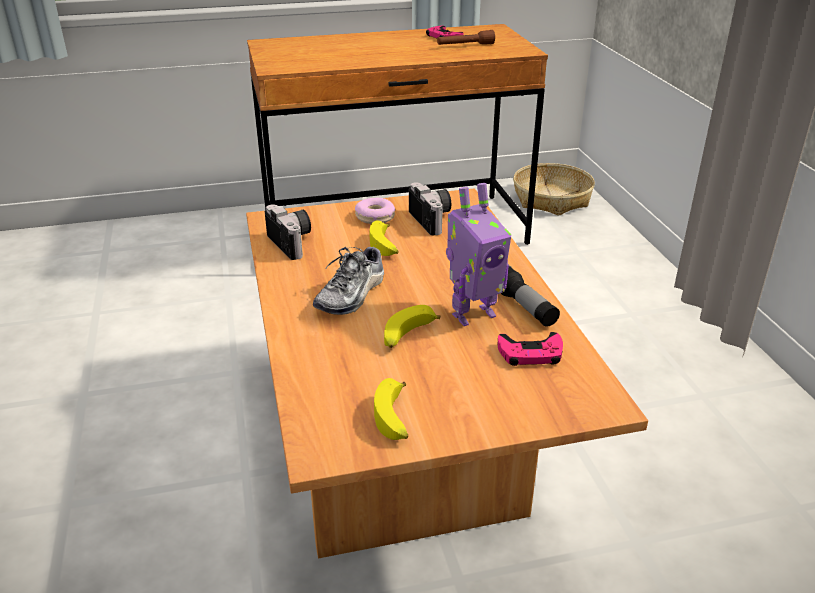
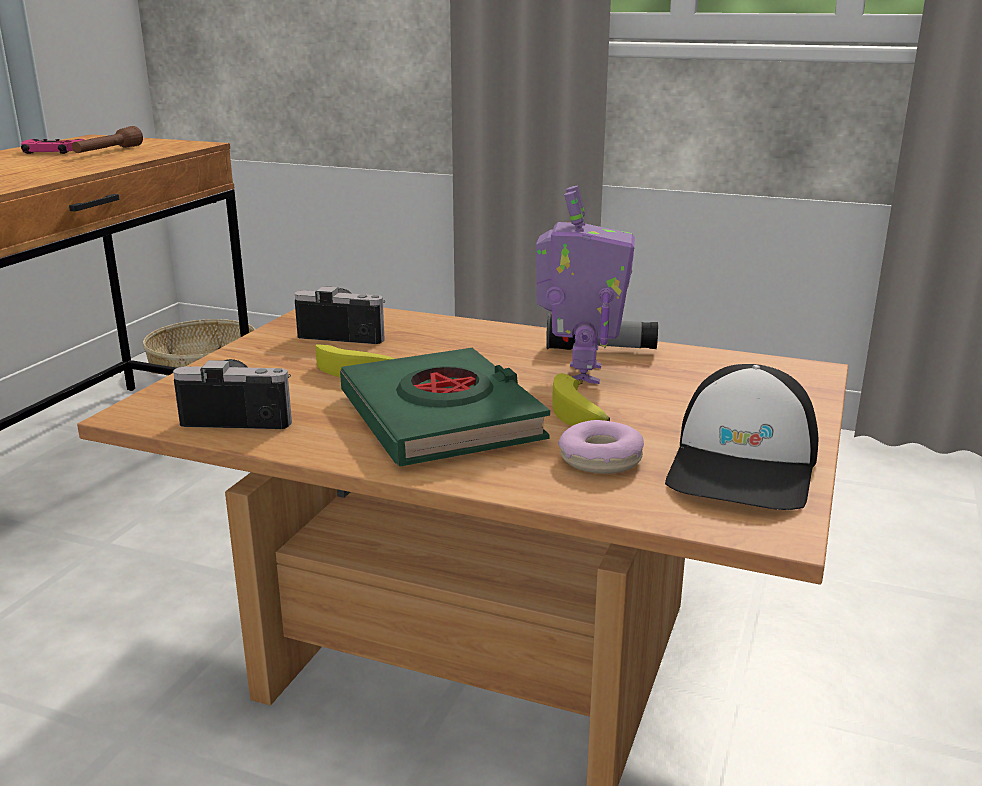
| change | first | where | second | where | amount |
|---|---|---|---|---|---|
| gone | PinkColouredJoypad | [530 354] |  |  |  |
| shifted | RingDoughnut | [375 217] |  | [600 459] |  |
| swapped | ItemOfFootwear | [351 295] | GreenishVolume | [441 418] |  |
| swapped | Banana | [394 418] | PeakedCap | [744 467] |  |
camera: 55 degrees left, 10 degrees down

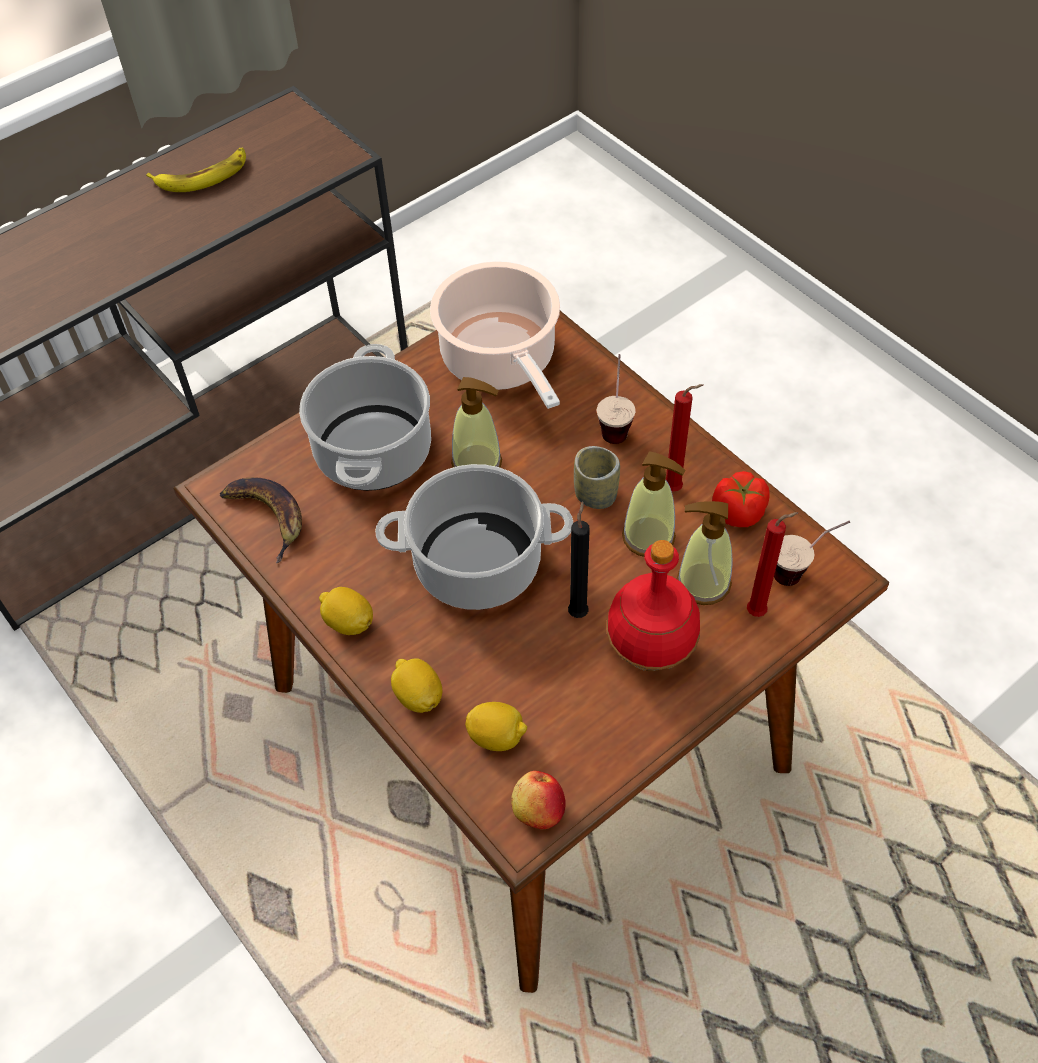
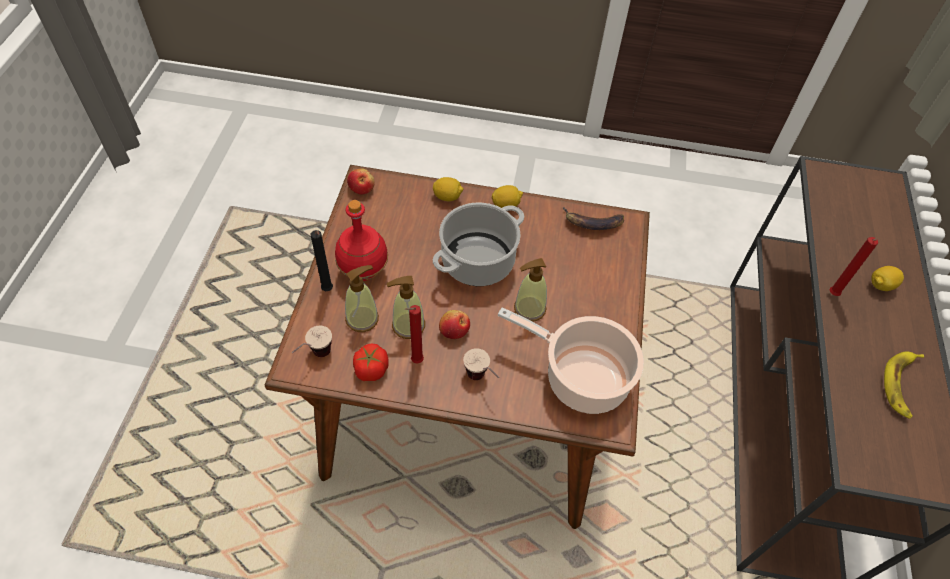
| change | first | where | second | where | amount |
|---|---|---|---|---|---|
| gone | Saucepot | [372 450] |  |  |  |
| shifted | WholeLemon | [496 737] |  | [881 285] |  |
| shifted | BlackColouredCandle | [578 611] |  | [328 291] |  |
| shifted | RedColouredCandle | [759 612] |  | [832 295] |  |
| swapped | DrinkingCup | [595 495] | Apple | [454 330] |  |
camera: 135 degrees right, 0 degrees up

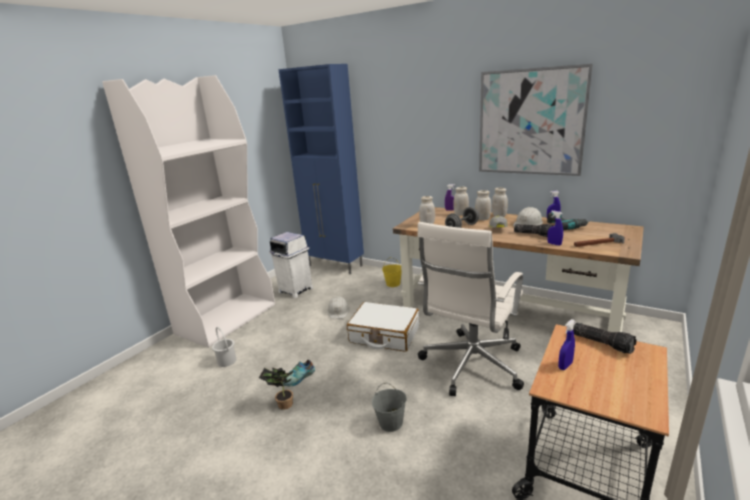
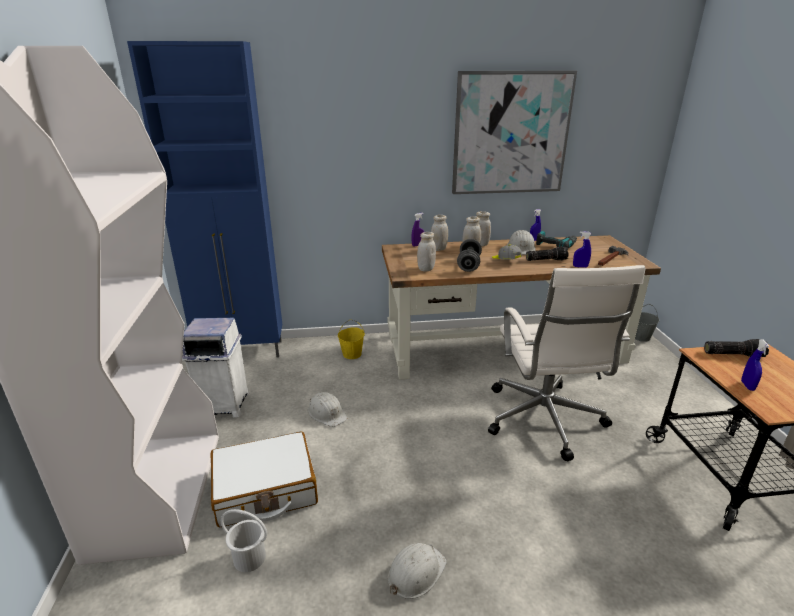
| change | first | where | second | where | amount |
|---|---|---|---|---|---|
| gone | ItemOfFootwear | [299 378] |  |  |  |
| shifted | WhiteColouredTravelCase | [384 335] |  | [265 490] |  |
| shifted | GreyWaterBucket | [391 422] |  | [640 337] |  |
| swapped | Houseplant | [283 404] | WhiteColouredHardHat | [415 572] |  |
camera: 40 degrees left, 5 degrees up

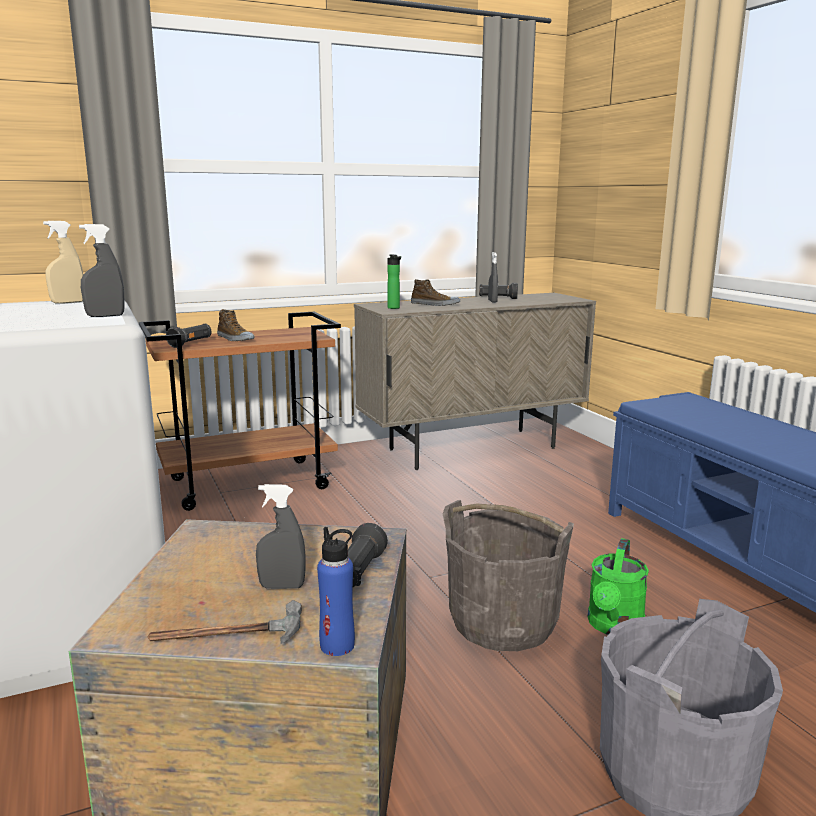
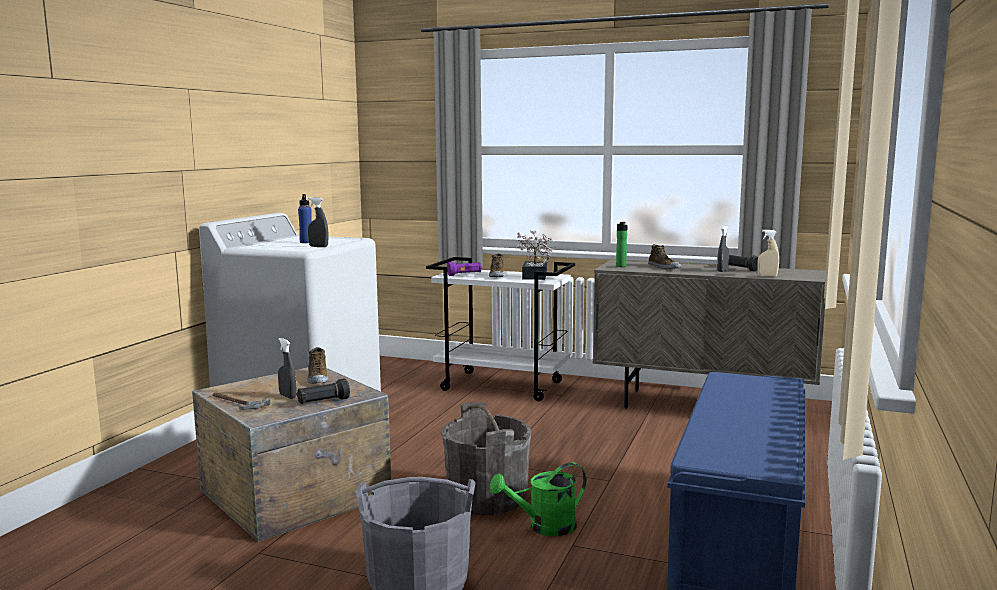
| change | first | where | second | where | amount |
|---|---|---|---|---|---|
| new |  |  | ItemOfFootwear | [317 379] |  |
| new |  |  | Houseplant | [533 277] |  |
| shifted | SandColouredHandSprayer | [68 302] |  | [767 276] |  |
| shifted | BlueBeverageBottle | [337 645] |  | [306 242] |  |
| repainted | BrownCart | [250 483] | WhiteColouredCart | [503 386] |  |
| repainted | BlackColouredTorch | [191 343] | PurpleTorch | [464 274] |  |
camera: 45 degrees right, 5 degrees down

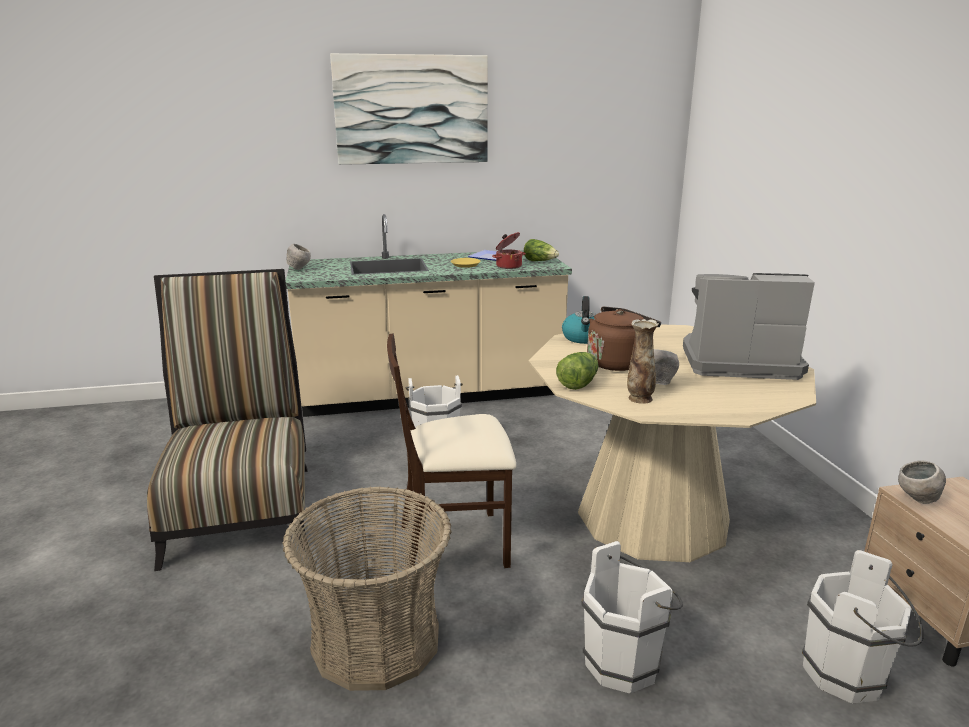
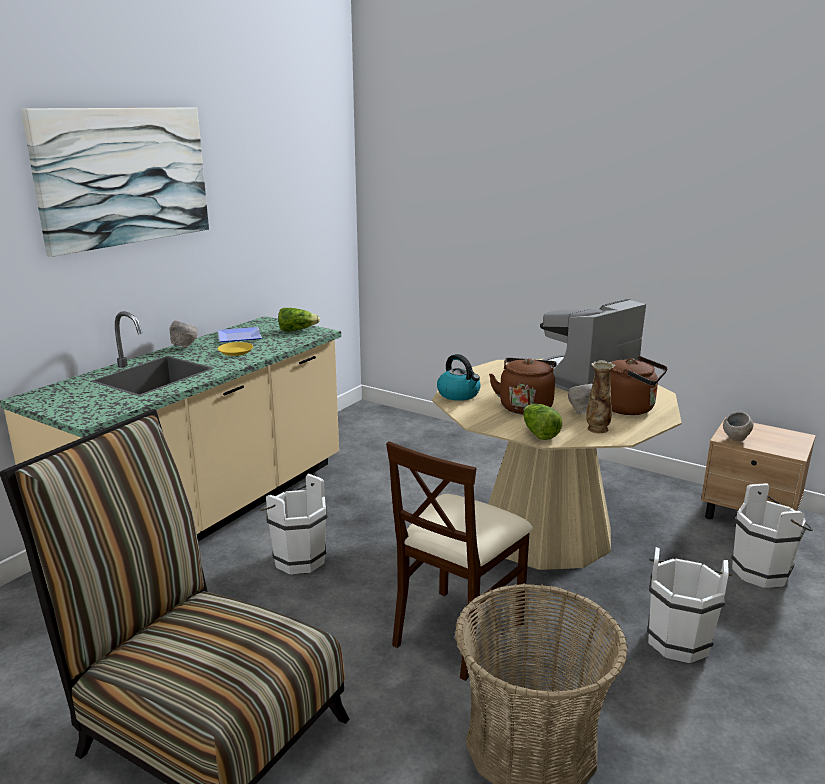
| change | first | where | second | where | amount |
|---|---|---|---|---|---|
| gone | Saucepot | [508 266] |  |  |  |
| new |  |  | BrownKettle | [631 409] |  |
| shifted | GreyBowl | [299 269] |  | [184 347] |  |
camera: 45 degrees left, 0 degrees up

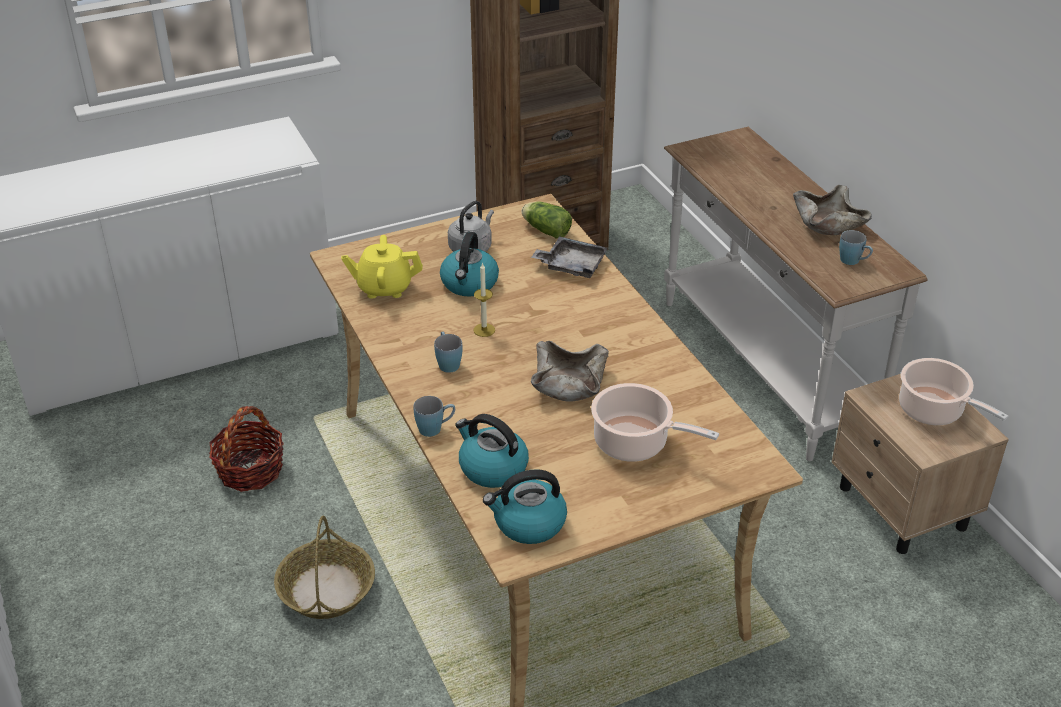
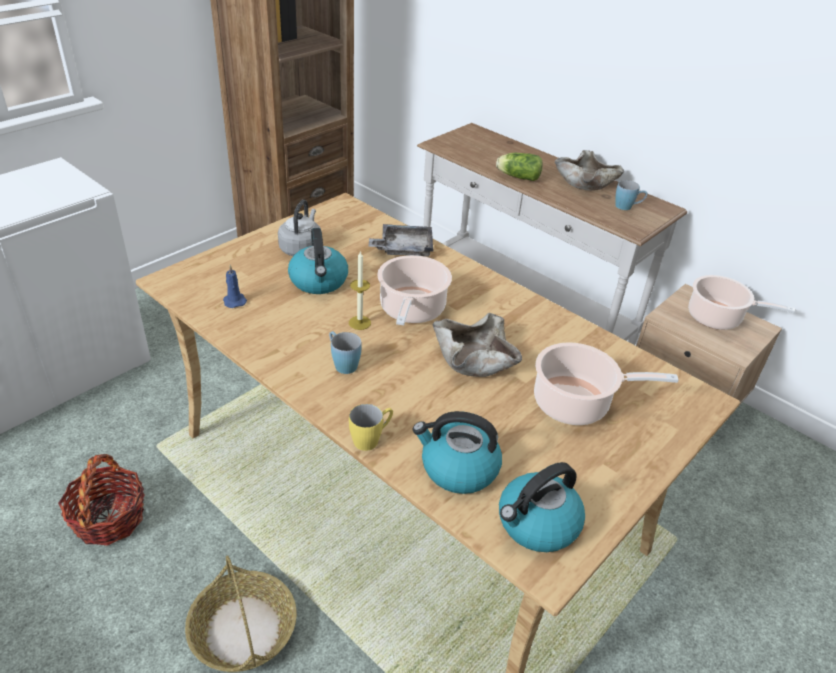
| change | first | where | second | where | amount |
|---|---|---|---|---|---|
| new |  |  | Saucepot | [411 310] |  |
| shifted | LettuceHead | [545 230] |  | [517 177] |  |
| swapped | YellowishTeaPot | [384 288] | BlueCandle | [234 301] |  |
| repainted | BlueTeaMug | [435 428] | YellowishTeaMug | [371 438] |  |
camera: 25 degrees left, 0 degrees up

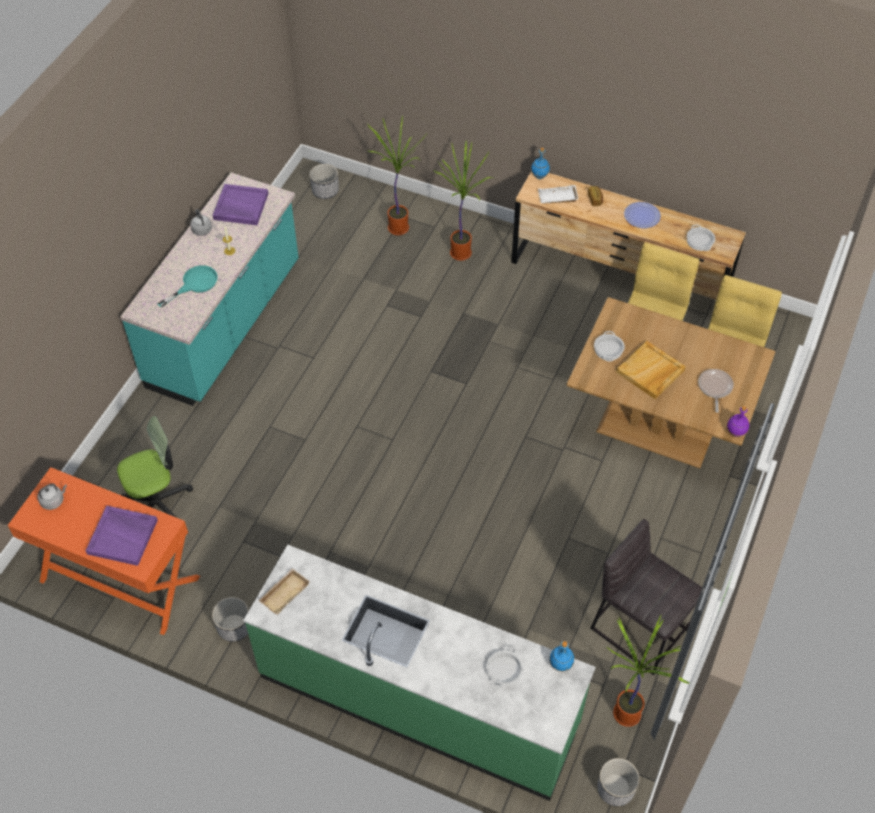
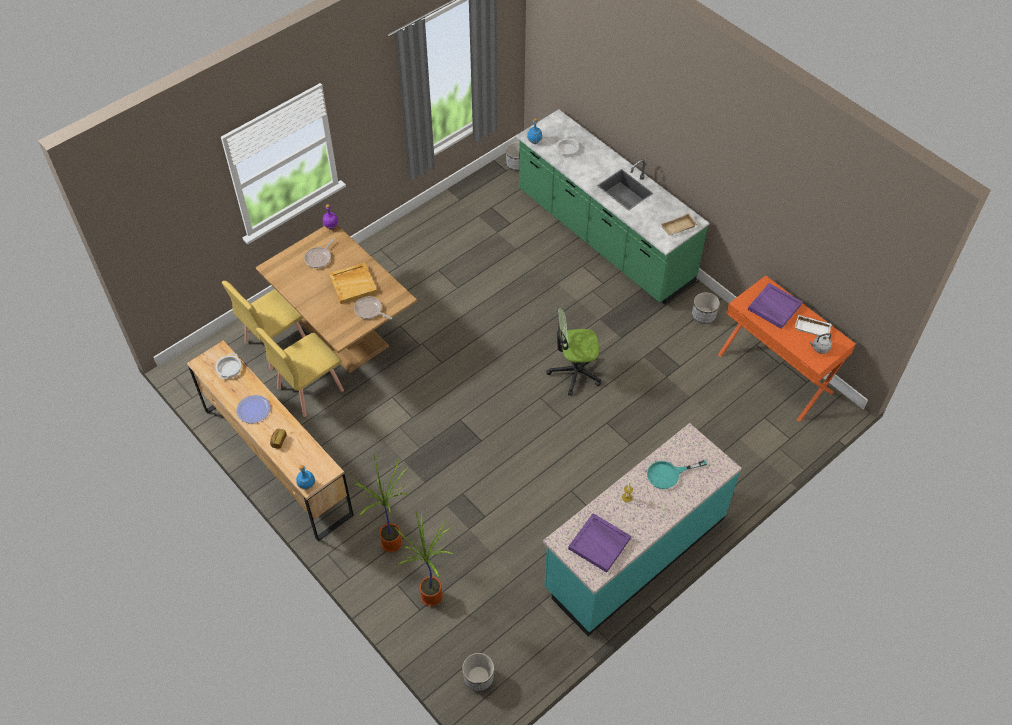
| change | first | where | second | where | amount |
|---|---|---|---|---|---|
| gone | GreyKettle | [201 229] |  |  |  |
| gone | GreyStool | [640 628] |  |  |  |
| gone | Houseplant | [628 716] |  |  |  |
| shifted | DeskChair | [158 503] |  | [575 372] |  |
| shifted | WhiteColouredCarryingTray | [557 198] |  | [813 328] |  |
| swapped | Saucepot | [608 349] | FryingPan | [370 310] |  |
camera: 155 degrees left, 0 degrees up

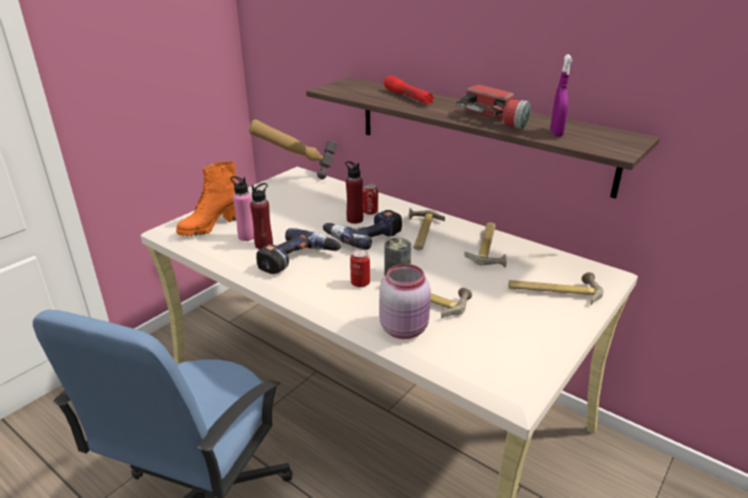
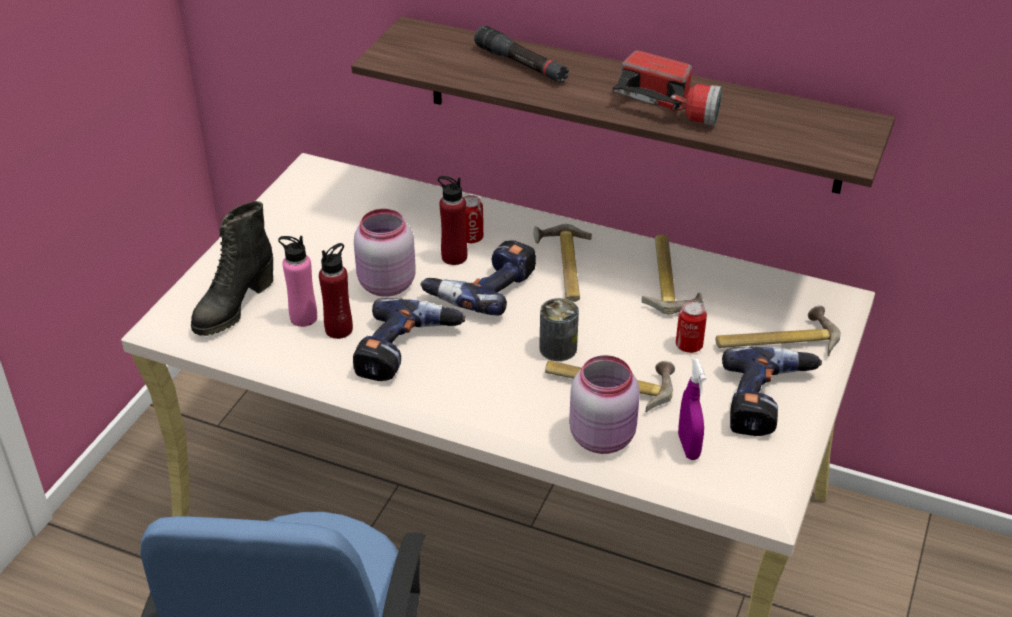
| change | first | where | second | where | amount |
|---|---|---|---|---|---|
| gone | ToolHammer | [297 177] |  |  |  |
| new |  |  | PinkColouredJar | [385 284] |  |
| new |  |  | Drill | [768 401] |  |
| shifted | MetalCan | [360 283] |  | [689 345] |  |
| shifted | PurpleHandSprayer | [556 133] |  | [688 447] |  |
| repainted | OrangeTallBoot | [210 226] | BlackColouredTallBoot | [233 306] |  |
| repainted | RedColouredTorch | [408 97] | BlackColouredTorch | [521 64] |  |
camera: 15 degrees left, 10 degrees up

